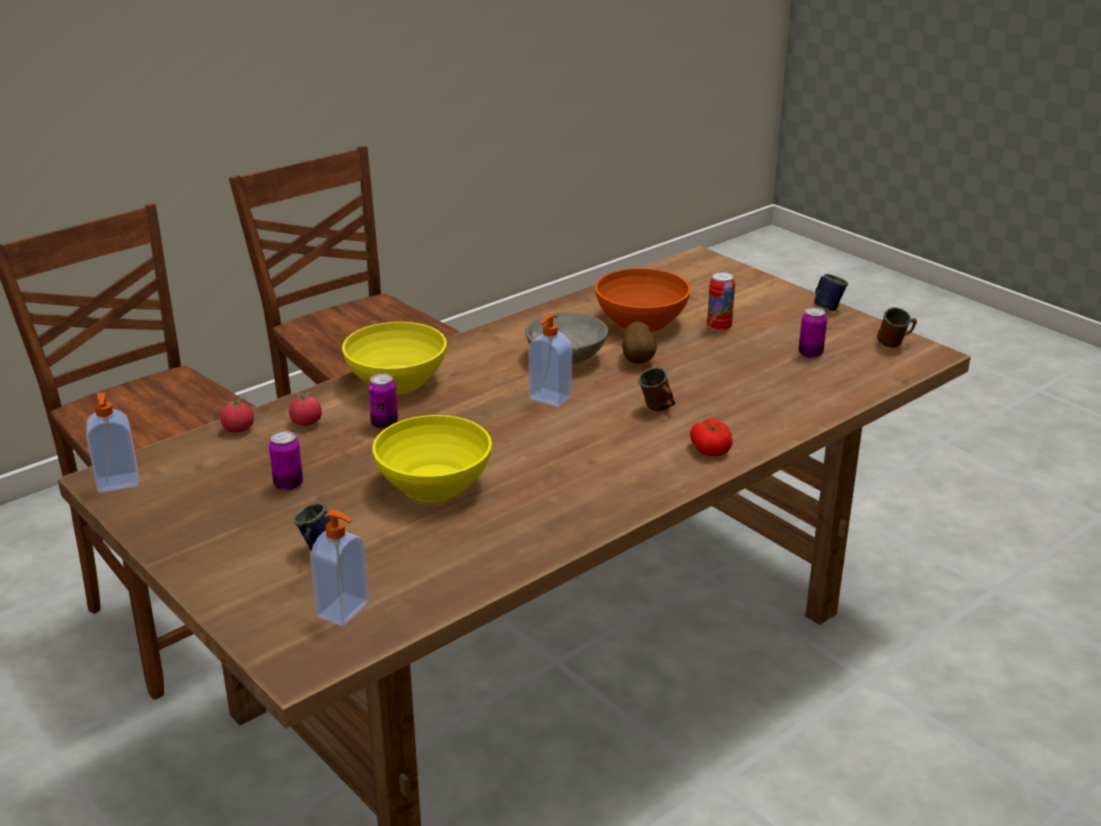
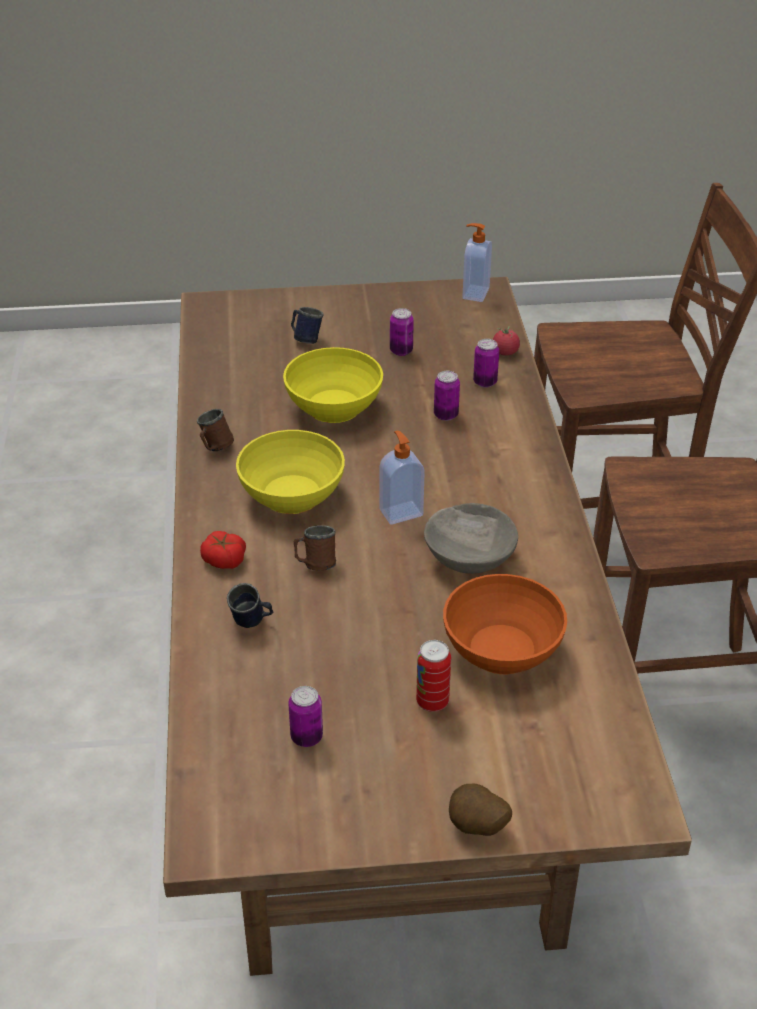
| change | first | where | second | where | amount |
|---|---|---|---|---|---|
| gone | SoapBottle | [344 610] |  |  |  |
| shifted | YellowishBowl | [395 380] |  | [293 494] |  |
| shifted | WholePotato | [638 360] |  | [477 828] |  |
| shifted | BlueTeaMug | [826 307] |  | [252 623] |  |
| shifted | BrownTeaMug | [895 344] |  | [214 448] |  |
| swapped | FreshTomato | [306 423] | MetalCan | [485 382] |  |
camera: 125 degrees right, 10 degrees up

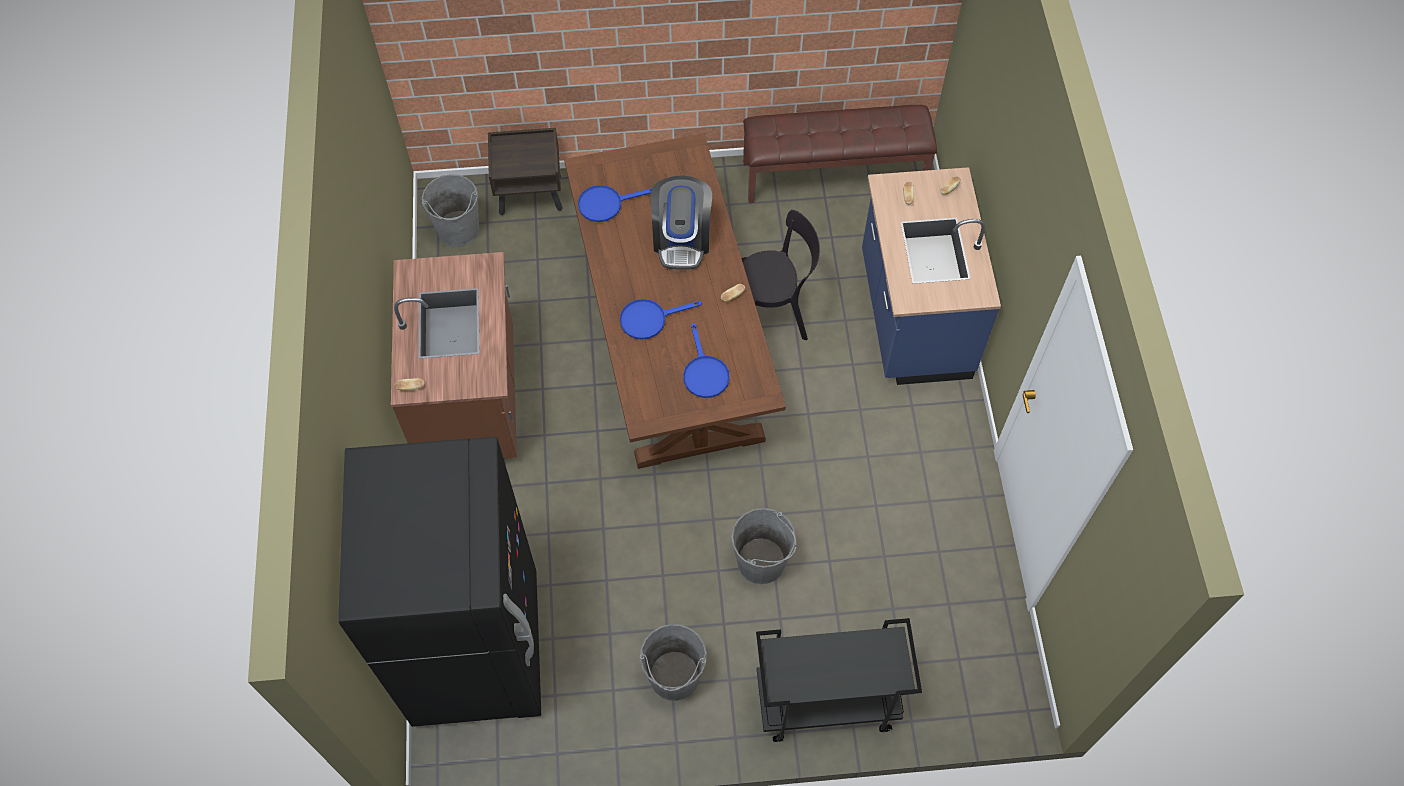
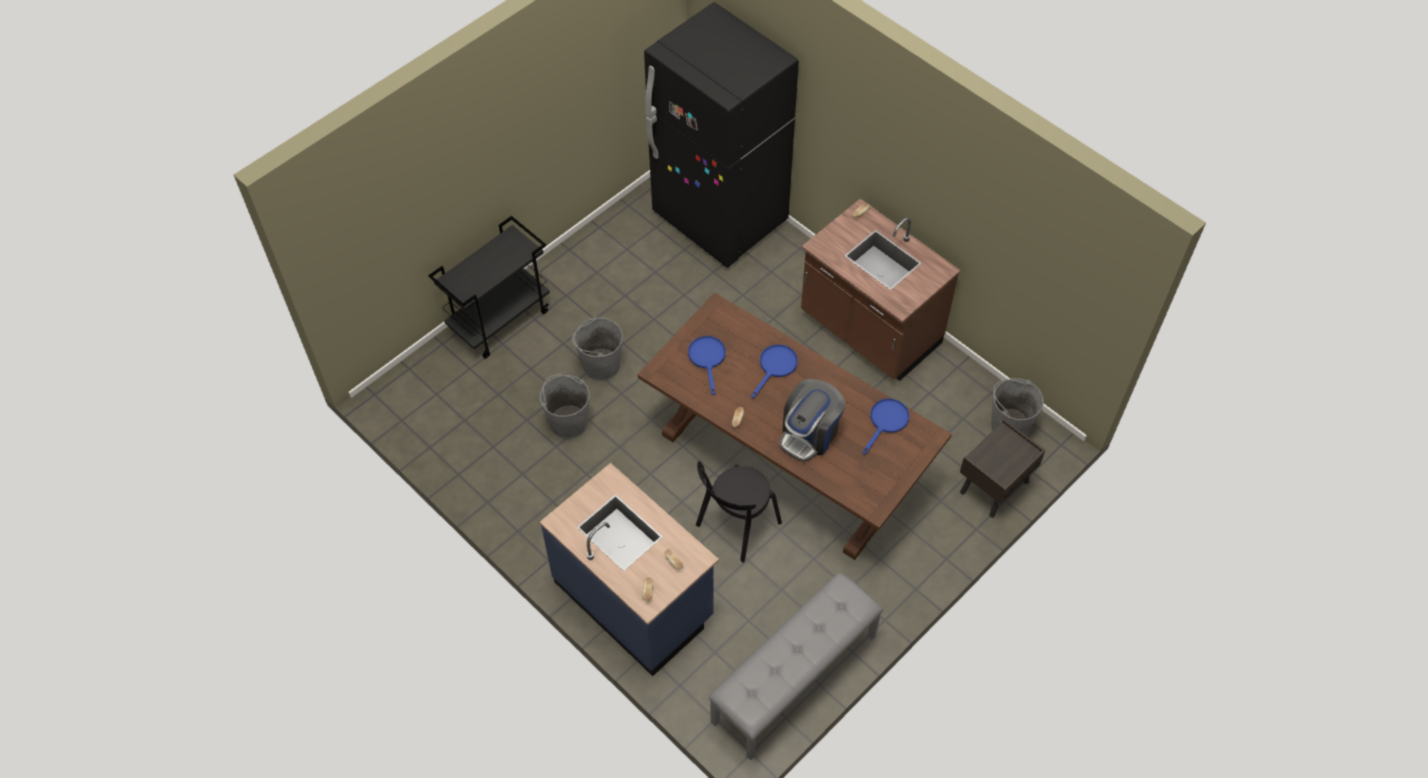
| change | first | where | second | where | amount |
|---|---|---|---|---|---|
| shifted | GreyWaterBucket | [674 676] |  | [568 422] |  |
| repainted | BrownIndoorBench | [834 174] | GreyIndoorBench | [795 679] |  |
| rotated | CoffeeMaker | [682 239] |  | [810 434] | 105 degrees counterclockwise |
| rotated | BlueFryingPan | [704 372] |  | [708 359] | 45 degrees clockwise |
camera: 140 degrees right, 5 degrees down

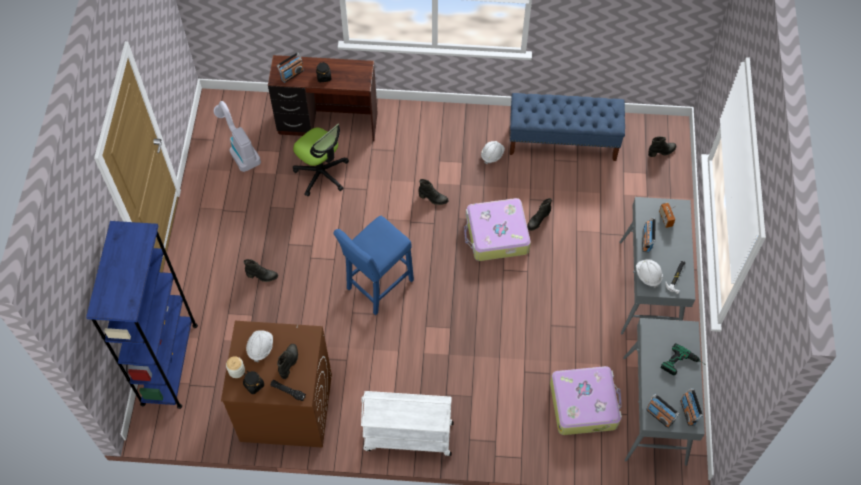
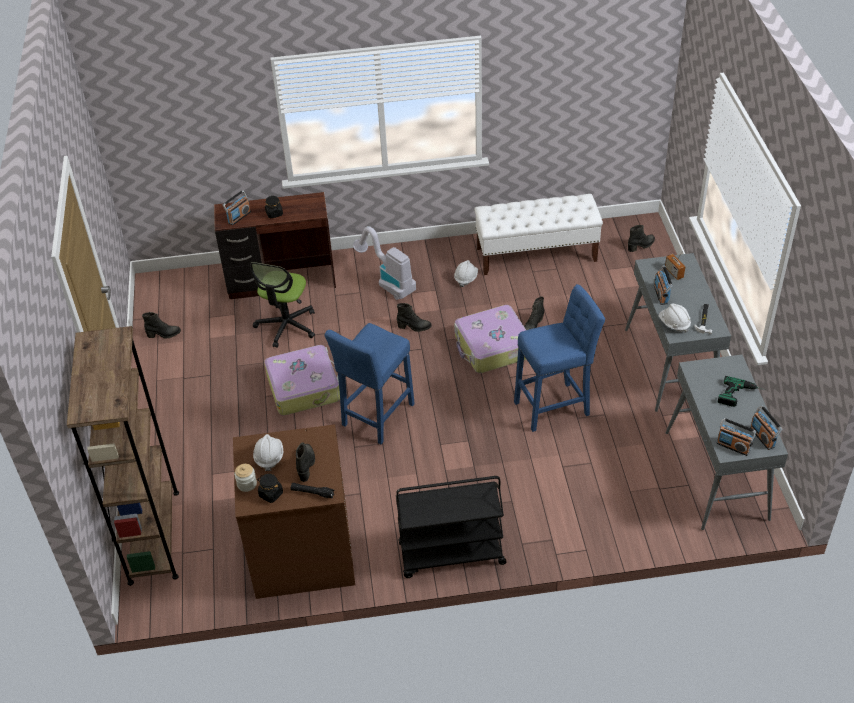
| change | first | where | second | where | amount |
|---|---|---|---|---|---|
| new |  |  | BlueStool | [555 406] |  |
| shifted | Vacuum | [239 149] |  | [387 281] |  |
| shifted | BlackColouredTallBoot | [262 276] |  | [164 334] |  |
| shifted | TravelCase | [584 404] |  | [304 387] |  |
| repainted | BlueBookshelf | [169 364] | BrownBookshelf | [154 536] |  |
| repainted | WhiteColouredCart | [407 437] | BlackColouredCart | [451 555] |  |
| repainted | BlueIndoorBench | [563 141] | WhiteColouredIndoorBench | [536 254] |  |
| rotated | DeskChair | [322 174] |  | [286 326] | 75 degrees clockwise |
camera: 10 degrees left, 15 degrees down

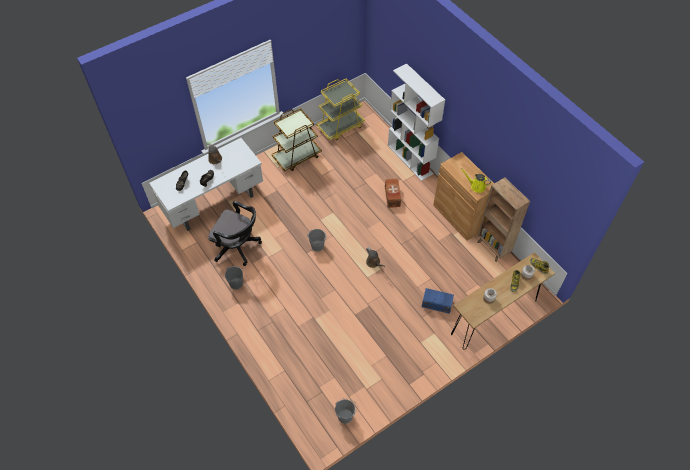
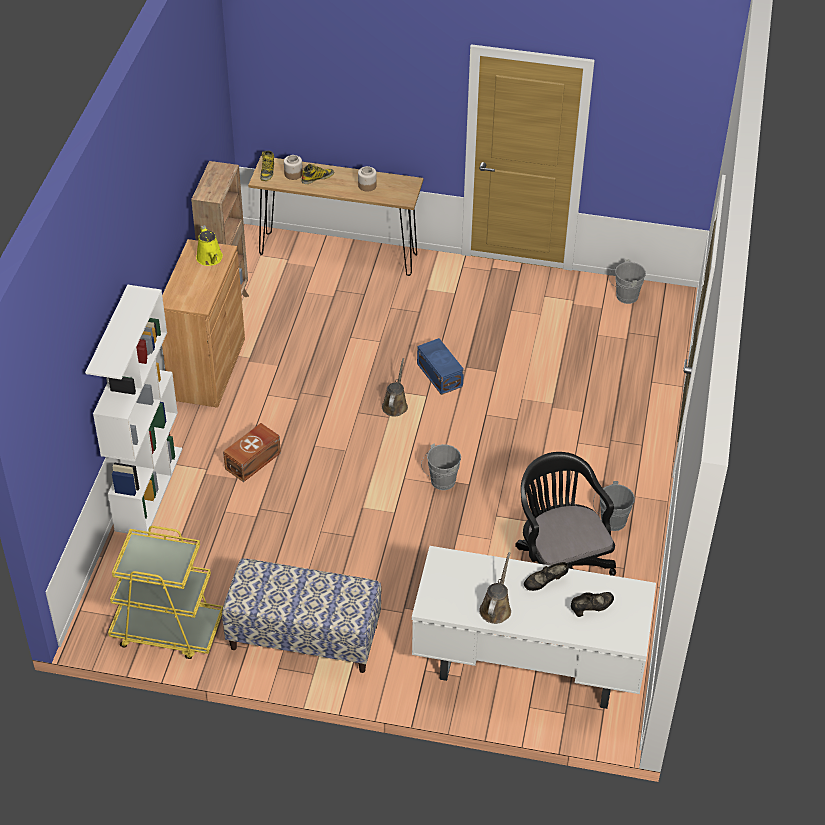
| change | first | where | second | where | amount |
|---|---|---|---|---|---|
| shifted | BlueStorageContainer | [437 304] |  | [440 374] |  |
| swapped | BrownCart | [297 157] | IndoorBench | [304 637] |  |
camera: 135 degrees left, 10 degrees down

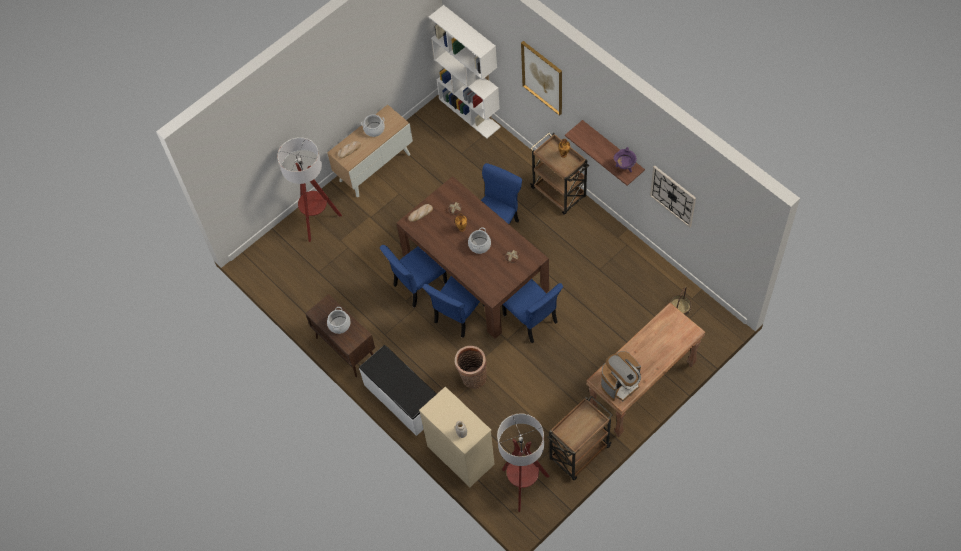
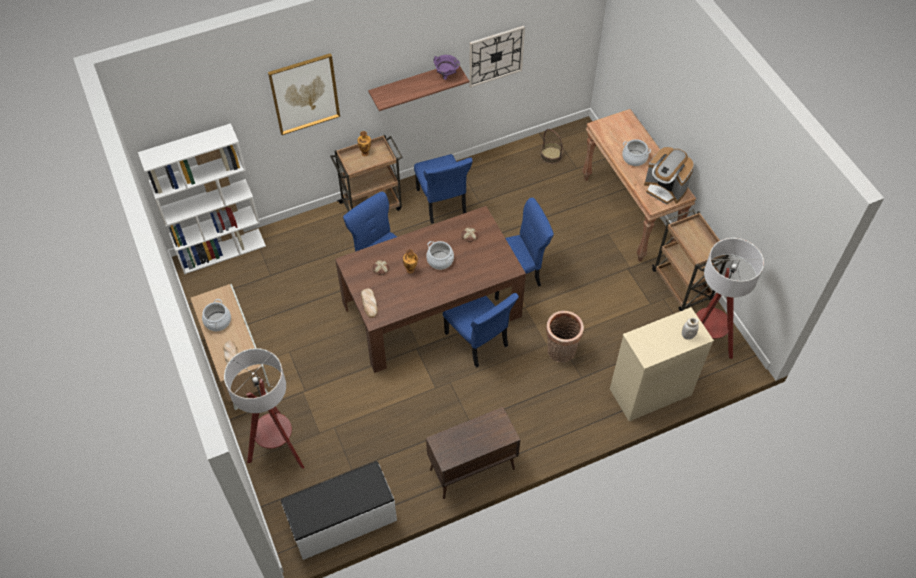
| change | first | where | second | where | amount |
|---|---|---|---|---|---|
| shifted | Saucepot | [339 324] |  | [634 158] |  |
| shifted | WhiteColouredIndoorBench | [402 399] |  | [343 521] |  |
| shifted | BluePlainChair | [418 285] |  | [442 203] |  |
| rotated | CoffeeMaker | [620 384] |  | [665 189] | 150 degrees clockwise |
camera: 75 degrees left, 5 degrees down

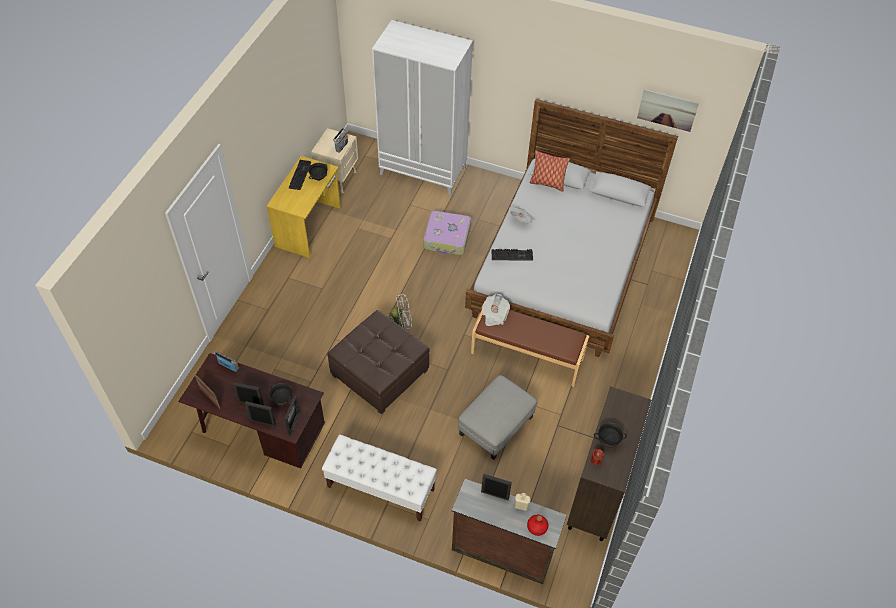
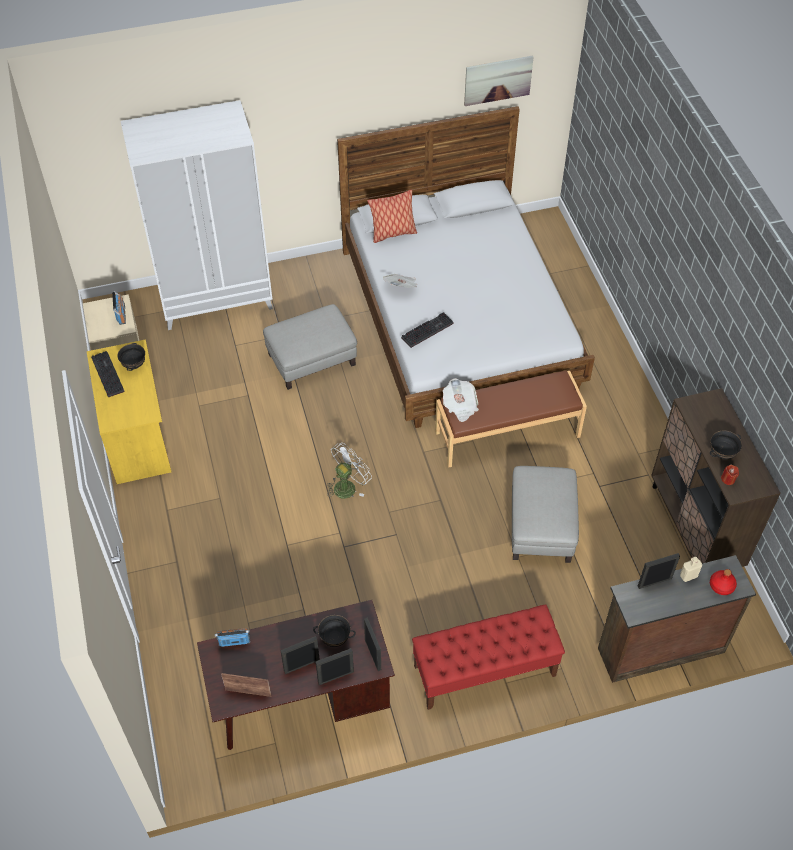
| change | first | where | second | where | amount |
|---|---|---|---|---|---|
| gone | BrownOttoman | [379 373] |  |  |  |
| swapped | TravelCase | [447 238] | GreyOttoman | [311 359] |  |
| repainted | WhiteColouredIndoorBench | [380 488] | RedColouredIndoorBench | [484 671] |  |
camera: 35 degrees left, 0 degrees up

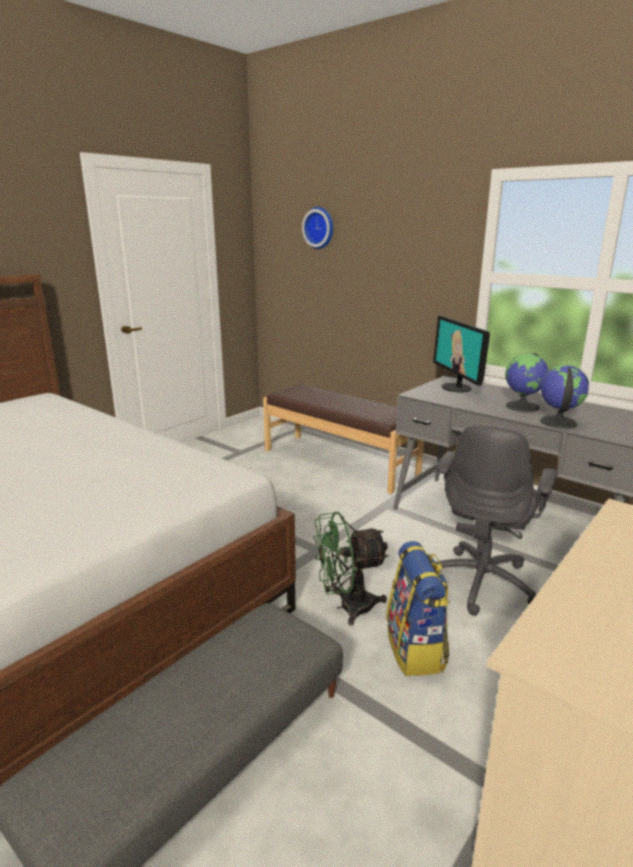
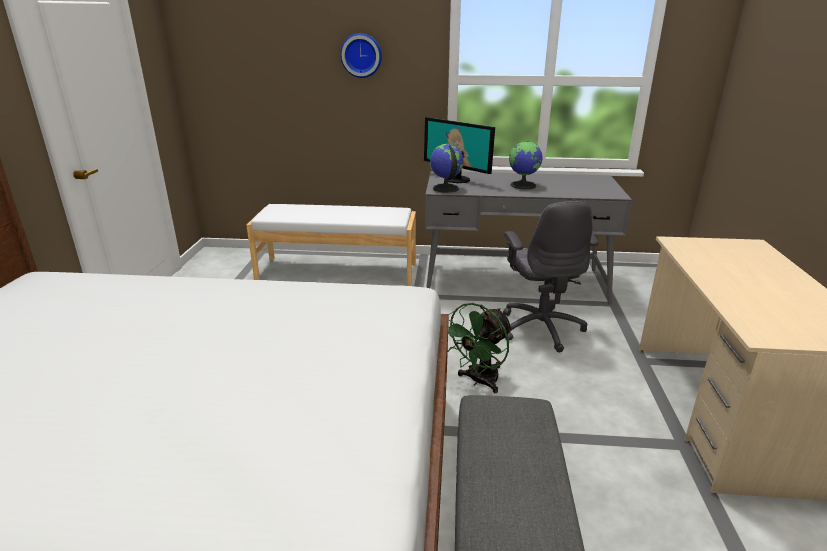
| change | first | where | second | where | amount |
|---|---|---|---|---|---|
| gone | Backpack | [416 649] |  |  |  |
| shifted | ClockOnTheWall | [320 228] |  | [361 55] |  |
| shifted | WorldGlobe | [557 422] |  | [445 188] |  |
| repainted | BrownIndoorBench | [339 461] | WhiteColouredIndoorBench | [337 270] |  |
camera: 35 degrees left, 5 degrees up

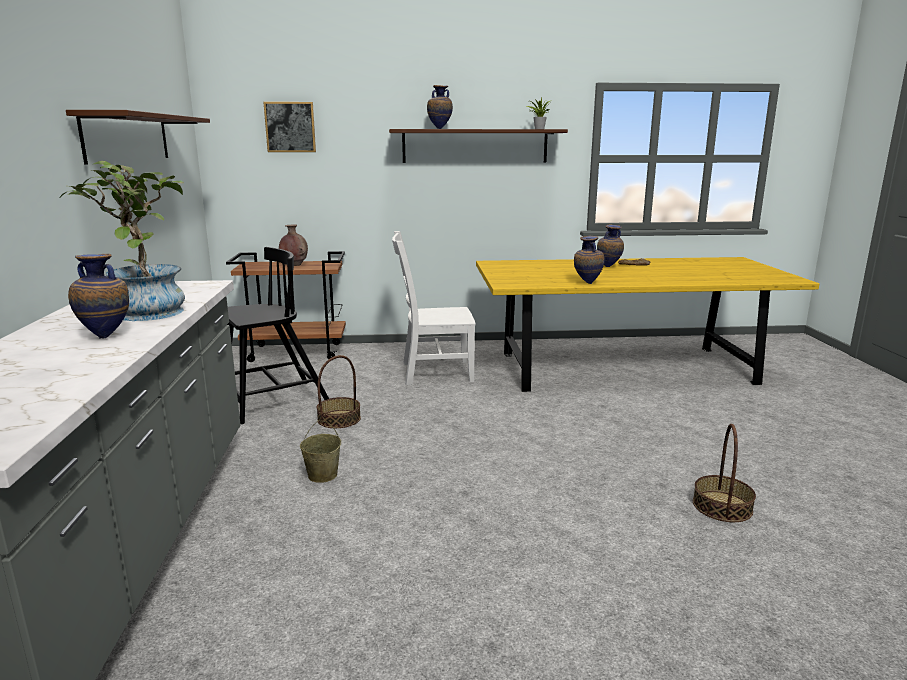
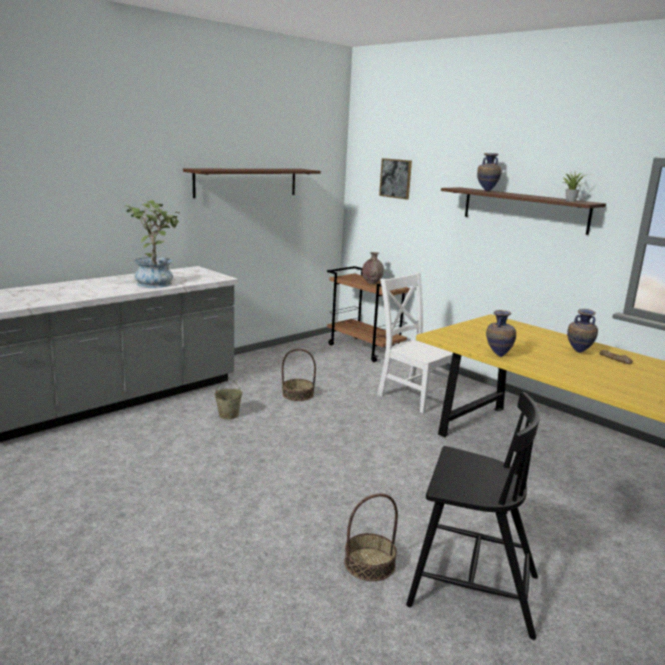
| change | first | where | second | where | amount |
|---|---|---|---|---|---|
| gone | DecorativeVase | [107 336] |  |  |  |
| shifted | BlackColouredPlainChair | [273 402] |  | [471 589] |  |
camera: 50 degrees right, 0 degrees up

